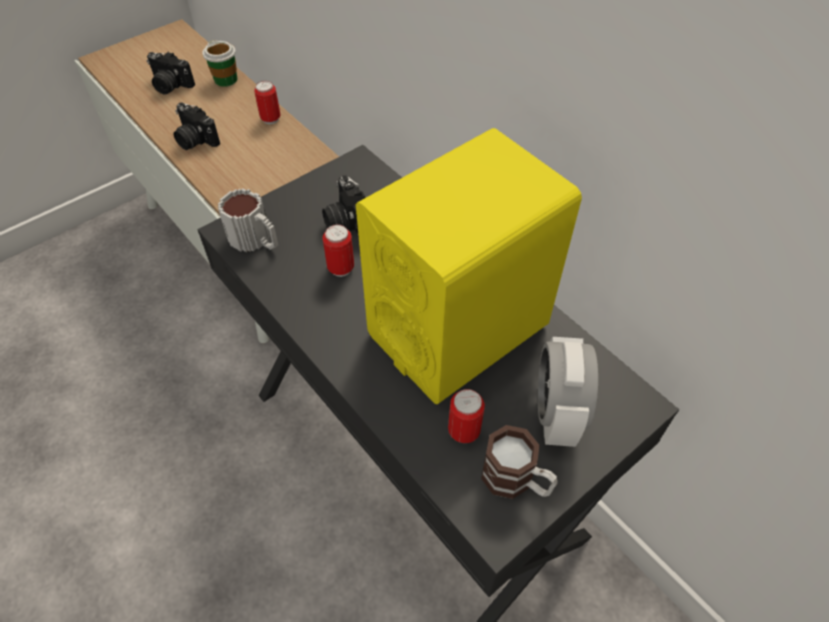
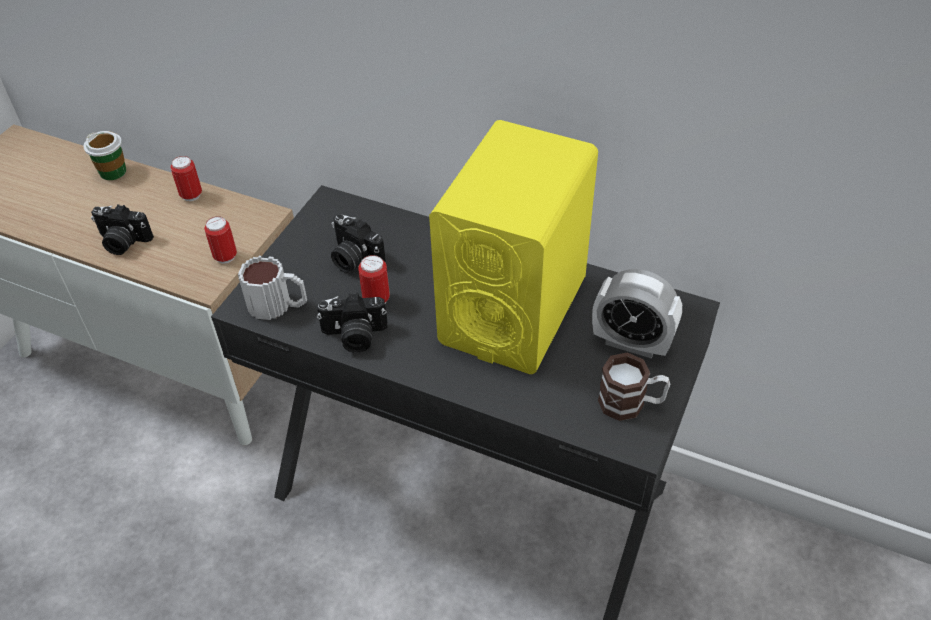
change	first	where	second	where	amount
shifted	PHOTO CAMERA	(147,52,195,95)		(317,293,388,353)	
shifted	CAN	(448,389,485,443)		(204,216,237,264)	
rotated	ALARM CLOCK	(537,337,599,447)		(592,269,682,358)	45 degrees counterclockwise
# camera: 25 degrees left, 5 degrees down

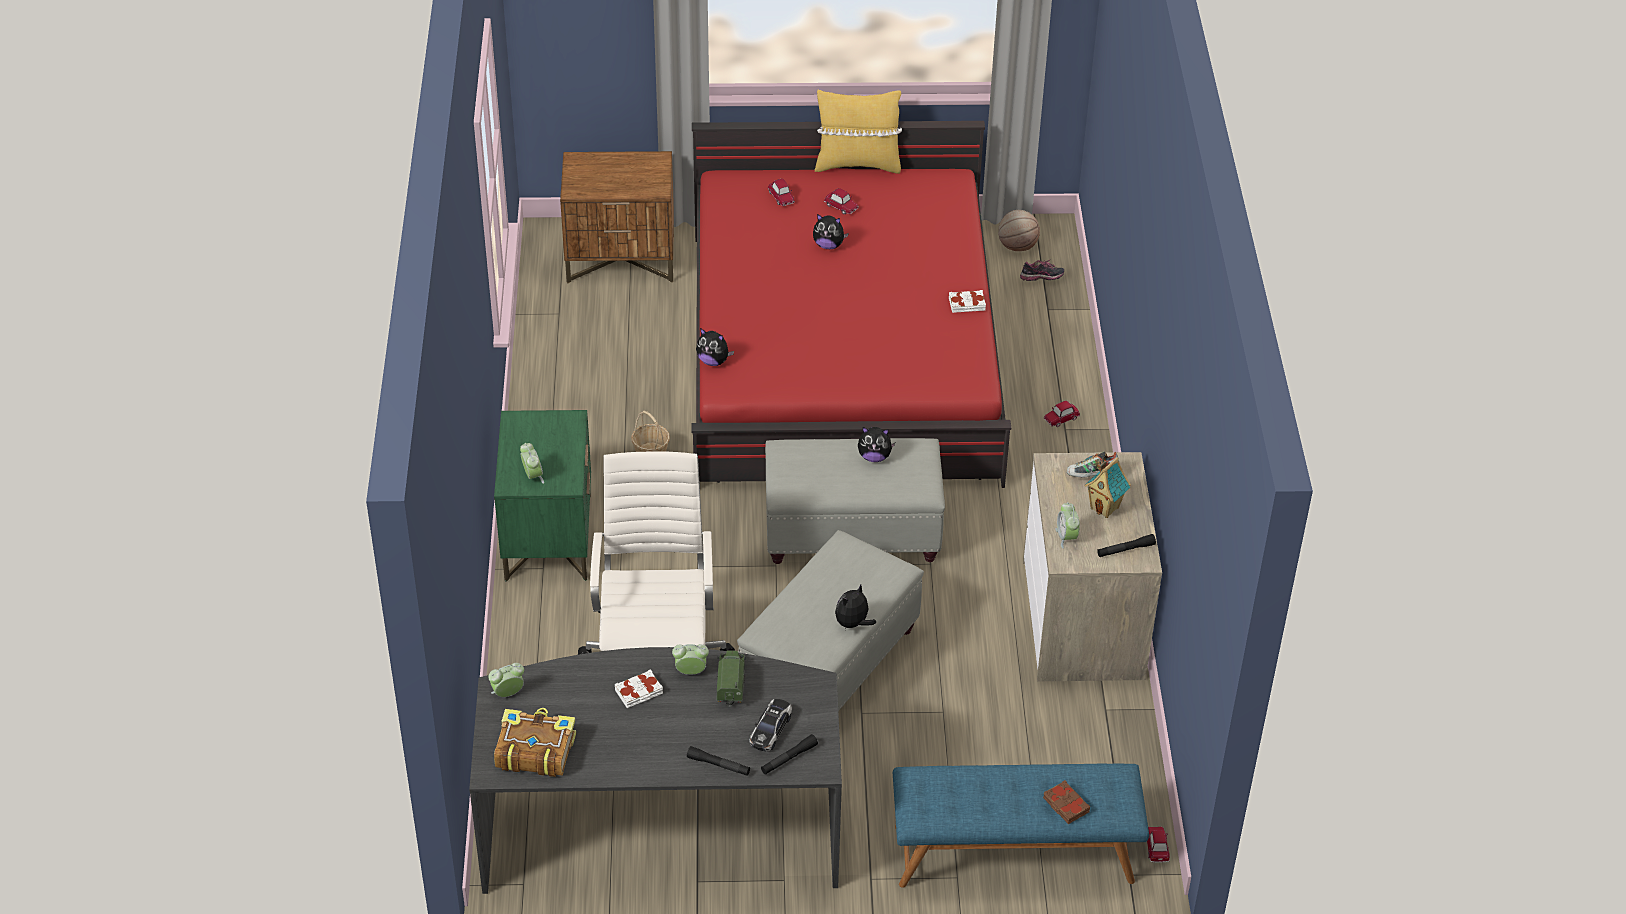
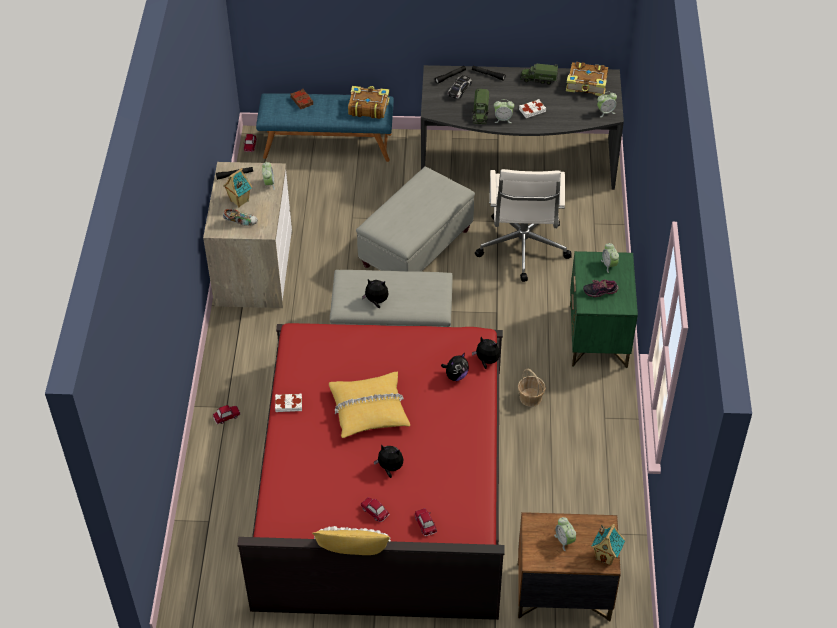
change	first	where	second	where	amount
gone	BASKETBALL	(998,210,1040,251)			
new			YELLOW PILLOW	(329,372,410,438)	
new			BOOK	(348,86,390,119)	
new			TOY TRUCK	(520,64,558,85)	
new			ALARM CLOCK	(554,517,576,551)	
new			TOY HOUSE	(591,524,625,566)	
shifted	PLUSH TOY	(835,584,876,629)		(441,353,469,381)	
shifted	SHOE	(1020,260,1064,281)		(583,279,618,297)	
# camera: 175 degrees left, 5 degrees up

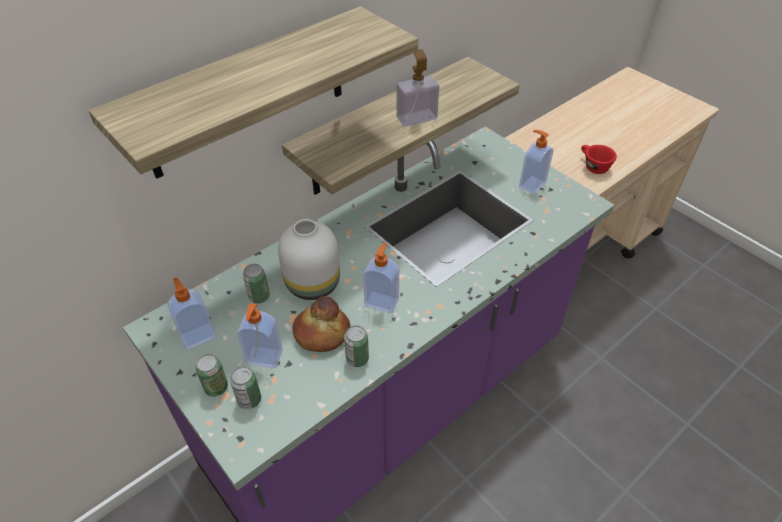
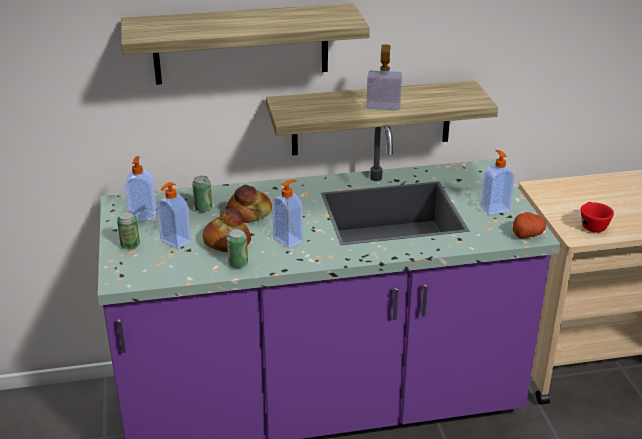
change	first	where	second	where	amount
gone	CAN	(230,366,261,409)			
new			POTATO	(513,212,546,238)	
swapped	WHITE VASE	(278,219,340,300)	BREAD	(226,185,272,223)	
# camera: 30 degrees right, 15 degrees down

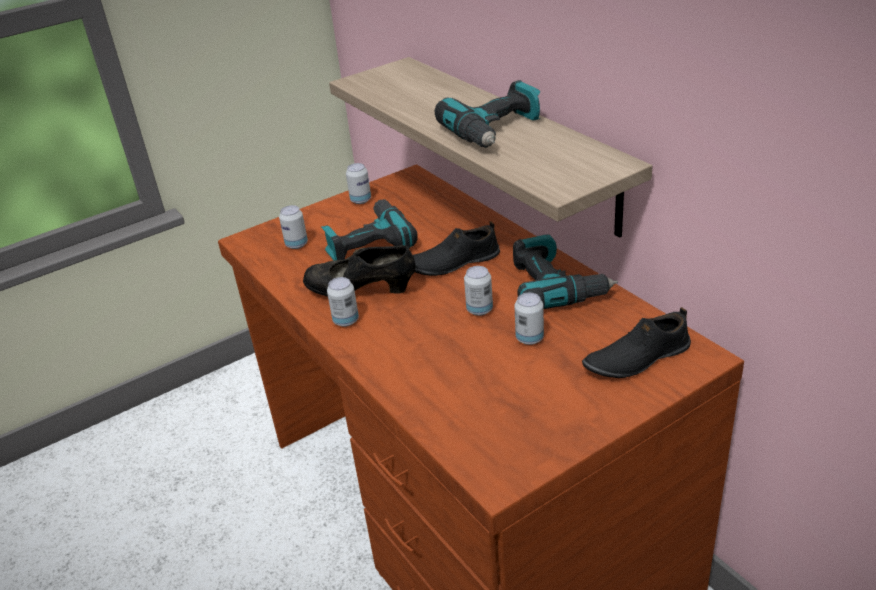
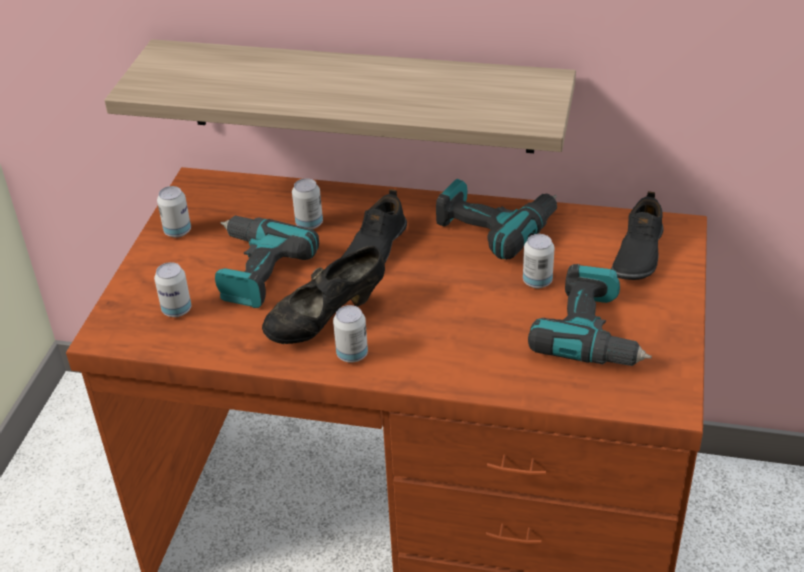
change	first	where	second	where	amount
shifted	POWER DRILL	(435,80,540,148)		(528,264,652,366)	
shifted	CAN	(464,266,493,316)		(292,178,323,229)	
# camera: 45 degrees left, 5 degrees up

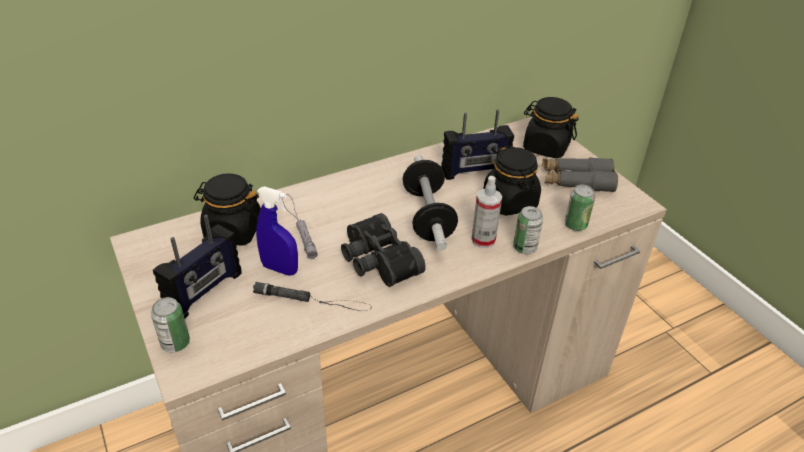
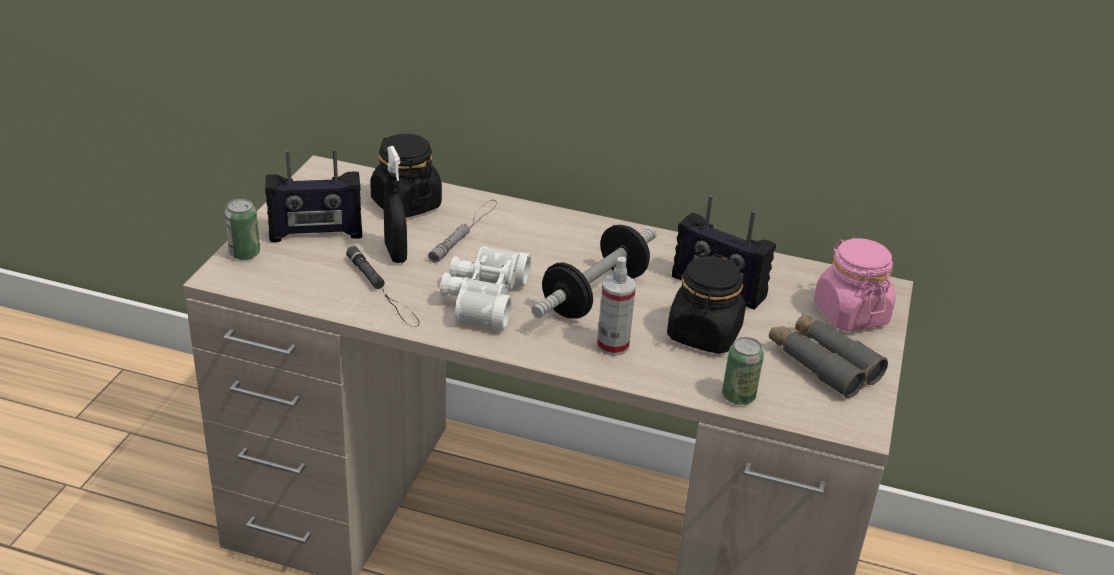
change	first	where	second	where	amount
gone	CAN	(513,206,543,254)			
repainted	BLUE SPRAY BOTTLE	(256,186,298,276)	BLACK SPRAY BOTTLE	(384,146,407,263)	
repainted	BLACK BINOCULARS	(341,213,426,287)	WHITE BINOCULARS	(440,246,531,330)	
repainted	BLACK JAR	(523,97,579,158)	PINK JAR	(813,238,896,331)	
# camera: 45 degrees right, 5 degrees down

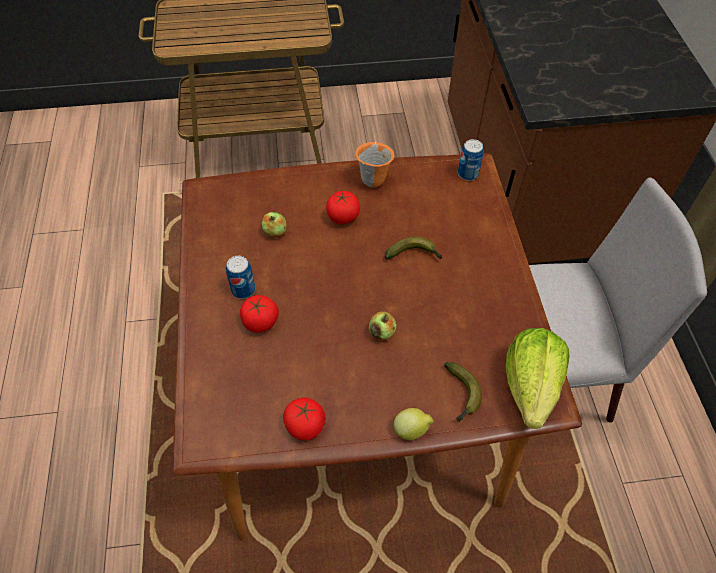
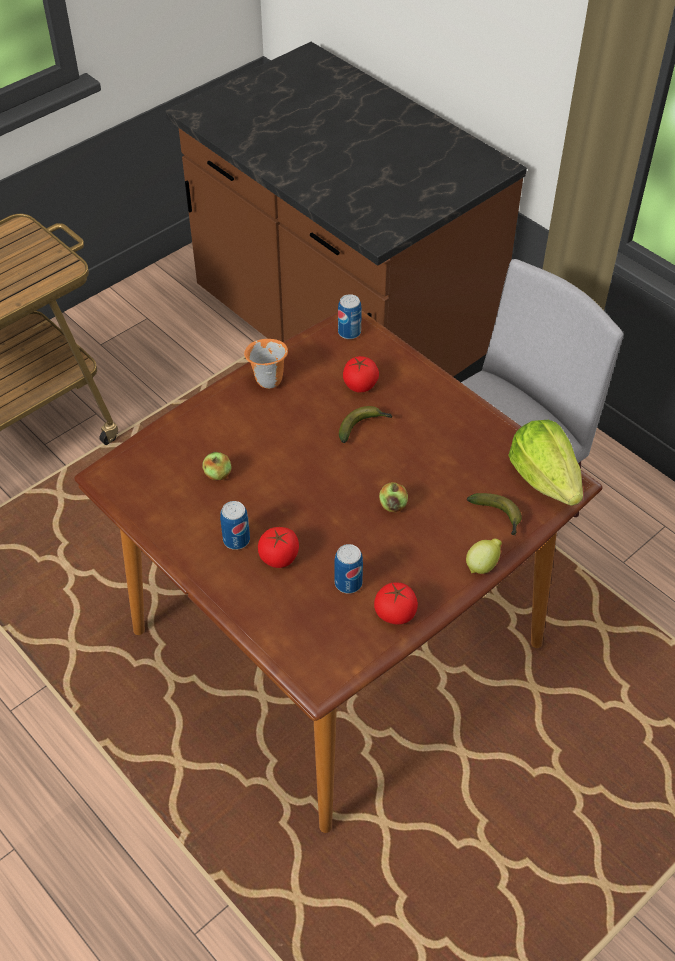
change	first	where	second	where	amount
new			CAN	(335,544,363,594)	
shifted	TOMATO	(326,191,360,224)		(343,356,379,393)	
# camera: 35 degrees left, 5 degrees down

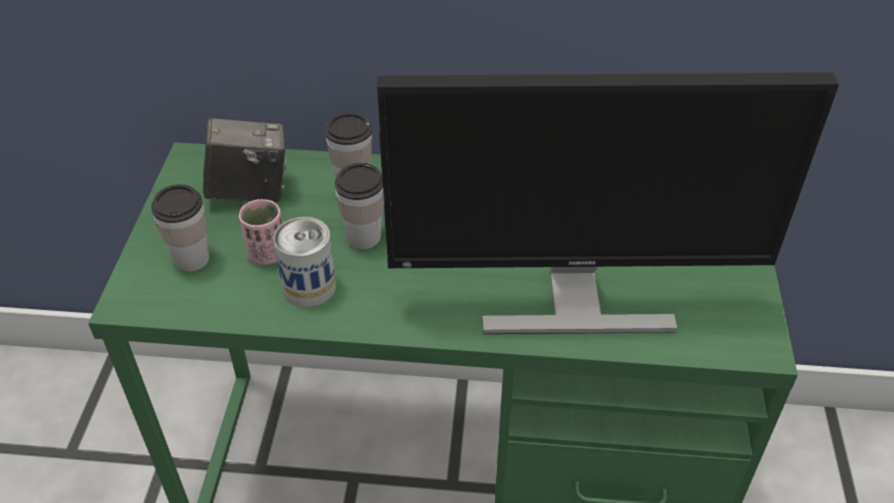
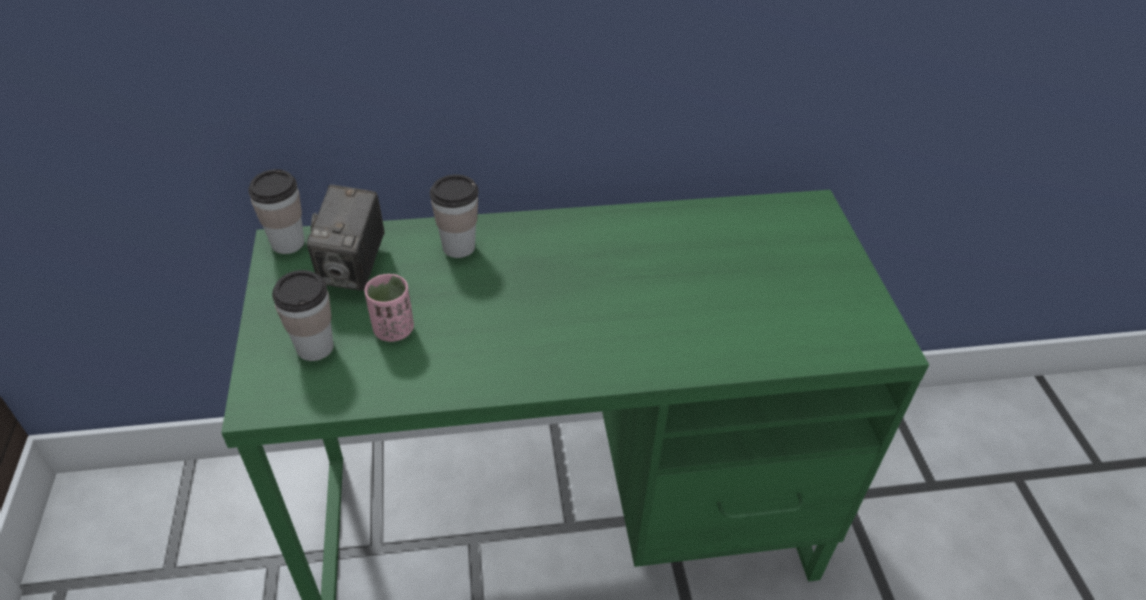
change	first	where	second	where	amount
gone	CAN	(274,217,336,307)			
gone	MONITOR	(376,73,839,334)			
shifted	CUP	(335,163,384,249)		(248,169,305,254)	
rotated	PHOTO CAMERA	(203,117,286,202)		(307,185,385,291)	120 degrees clockwise
# camera: 15 degrees left, 0 degrees up

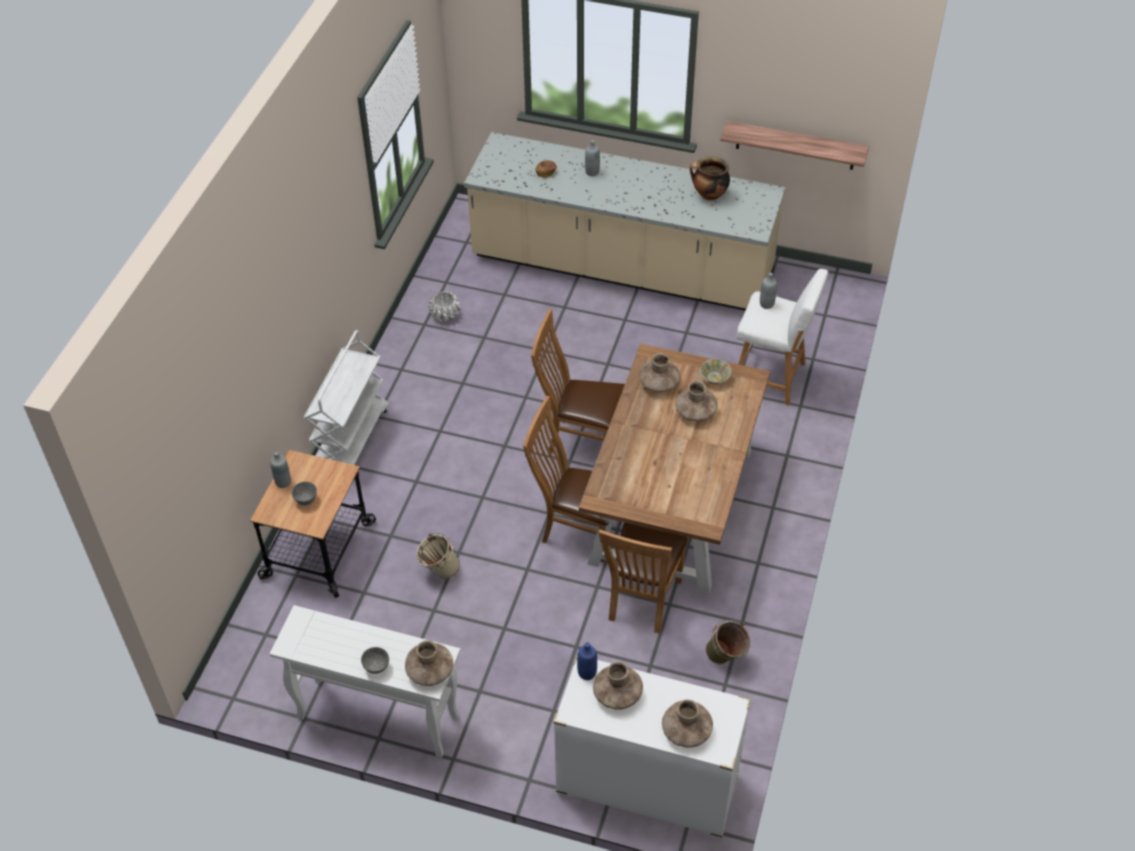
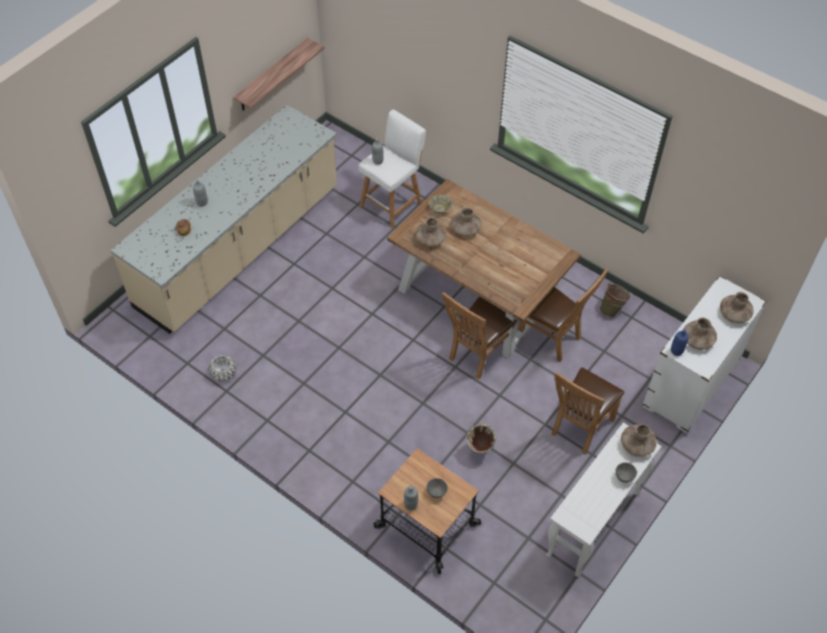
change	first	where	second	where	amount
gone	WHITE CART	(304,330,388,465)			
gone	COOKING POT	(690,156,730,201)			
shifted	BROWN CHAIR	(531,309,625,454)		(552,367,624,455)	
# camera: 70 degrees left, 5 degrees up

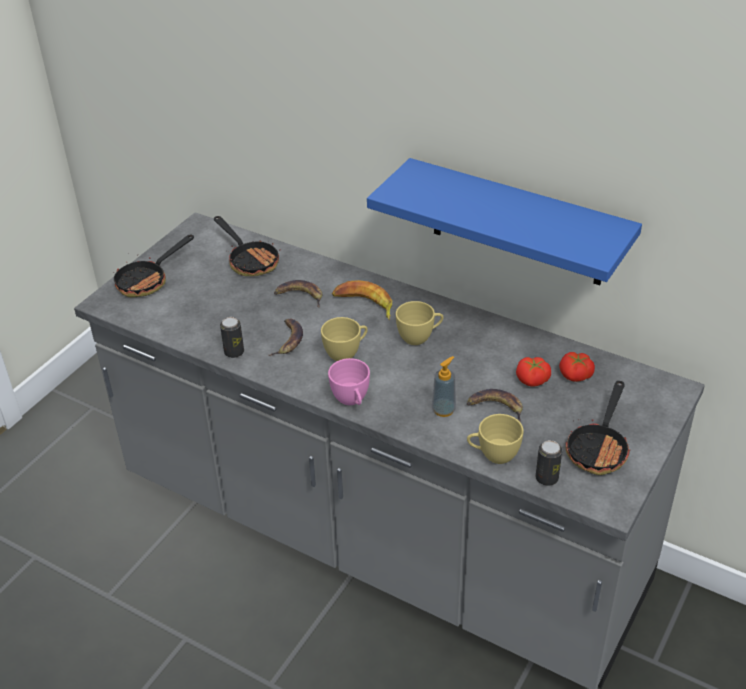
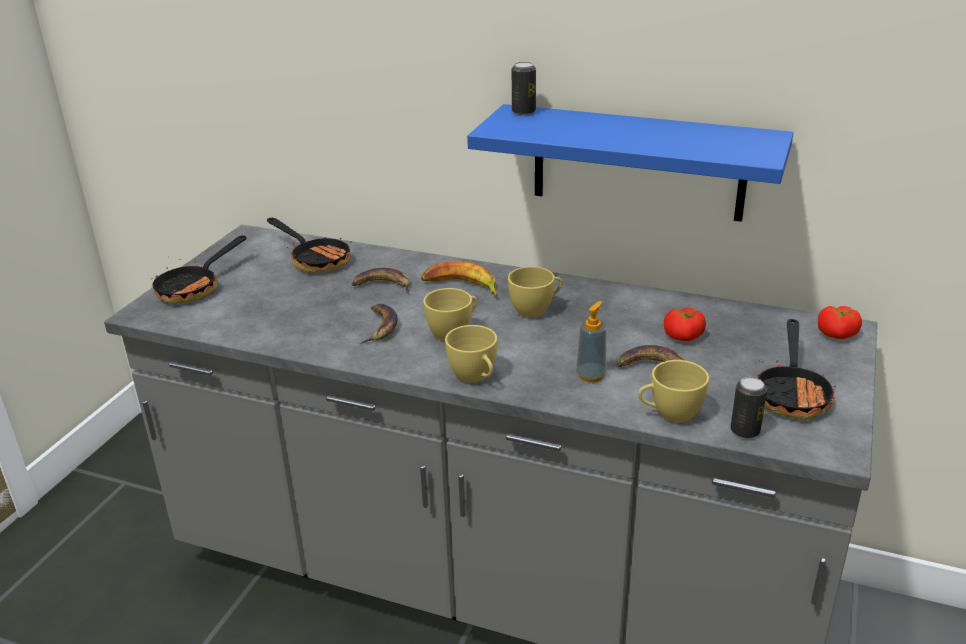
change	first	where	second	where	amount
shifted	CAN	(220,317,244,358)		(512,62,536,115)	
shifted	TOMATO	(559,352,595,382)		(818,306,862,339)	
repainted	PINK CUP	(328,358,370,405)	YELLOW CUP	(445,325,497,383)	
# camera: 10 degrees left, 10 degrees down

